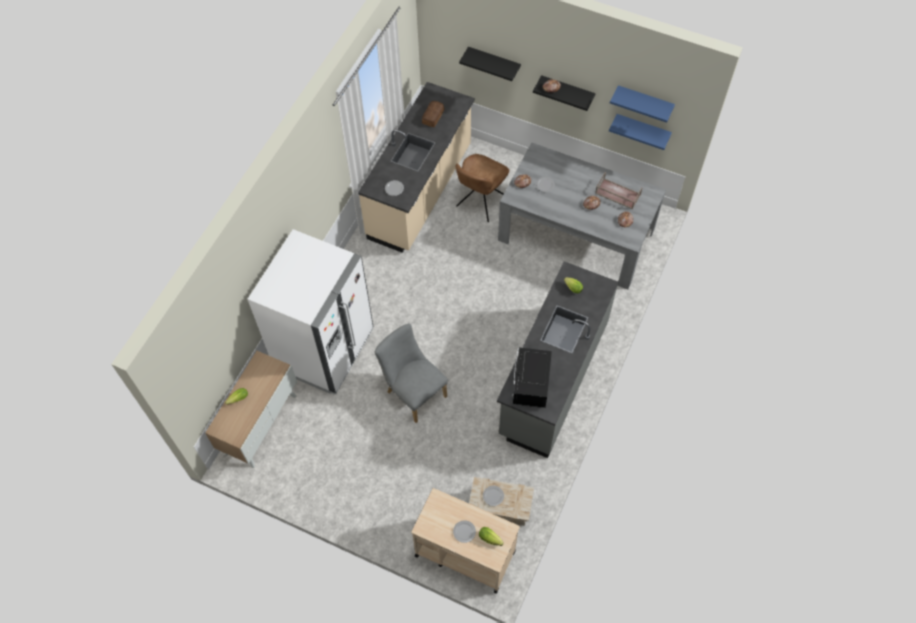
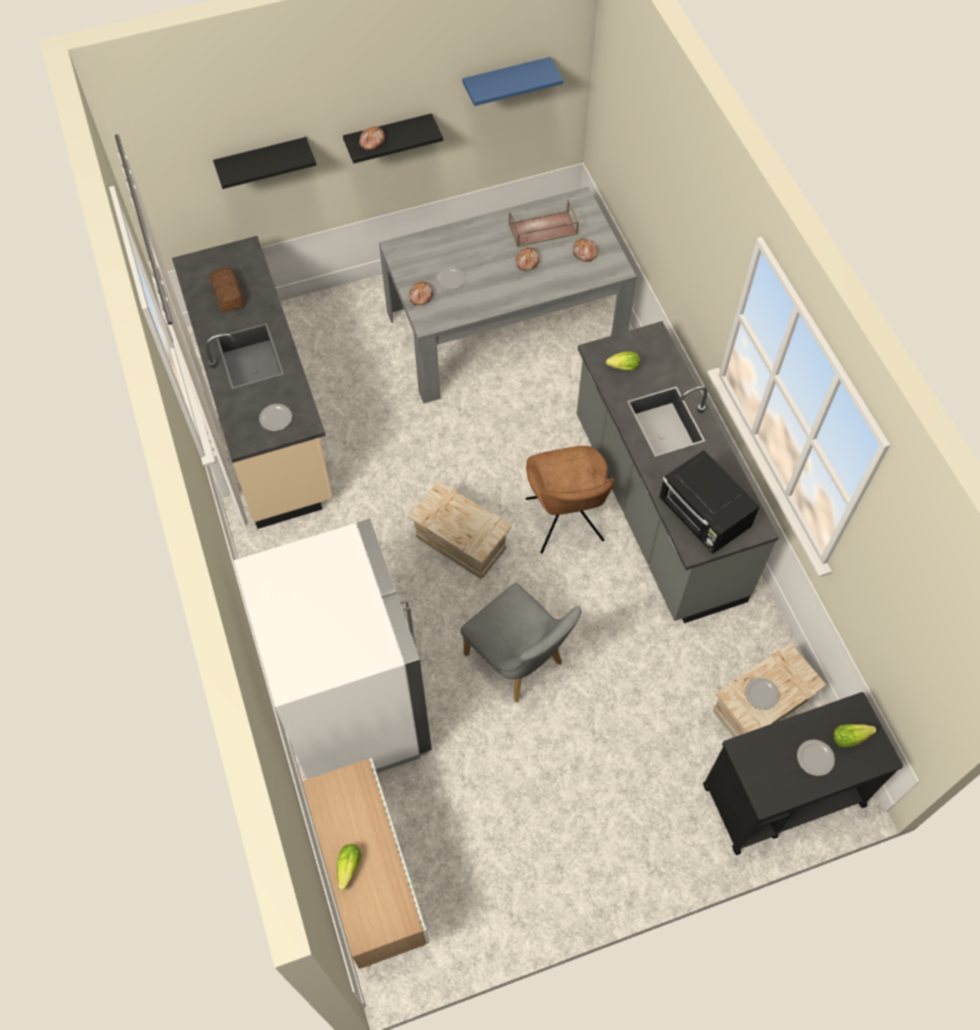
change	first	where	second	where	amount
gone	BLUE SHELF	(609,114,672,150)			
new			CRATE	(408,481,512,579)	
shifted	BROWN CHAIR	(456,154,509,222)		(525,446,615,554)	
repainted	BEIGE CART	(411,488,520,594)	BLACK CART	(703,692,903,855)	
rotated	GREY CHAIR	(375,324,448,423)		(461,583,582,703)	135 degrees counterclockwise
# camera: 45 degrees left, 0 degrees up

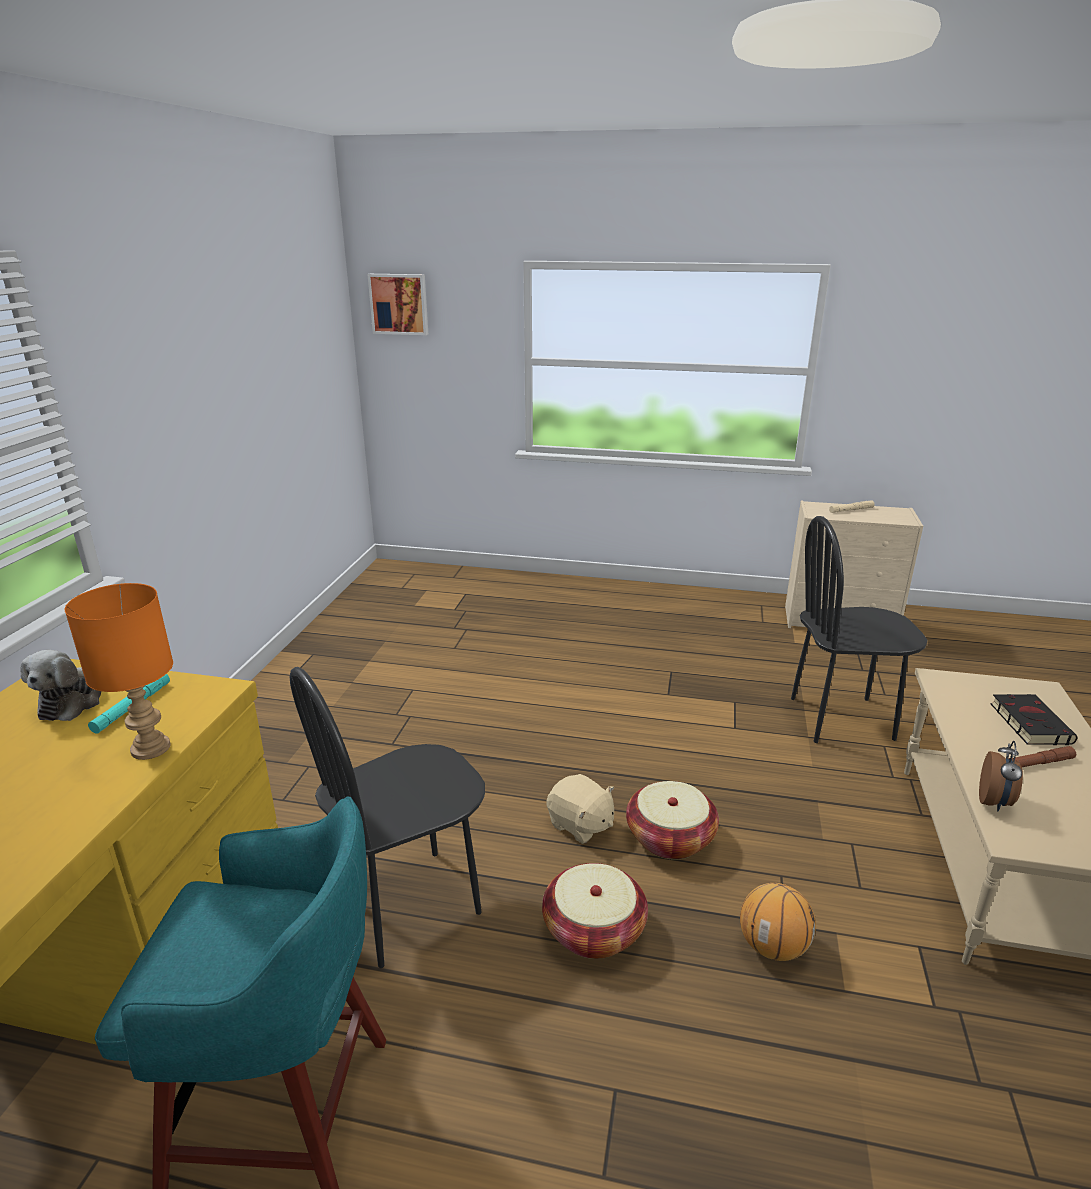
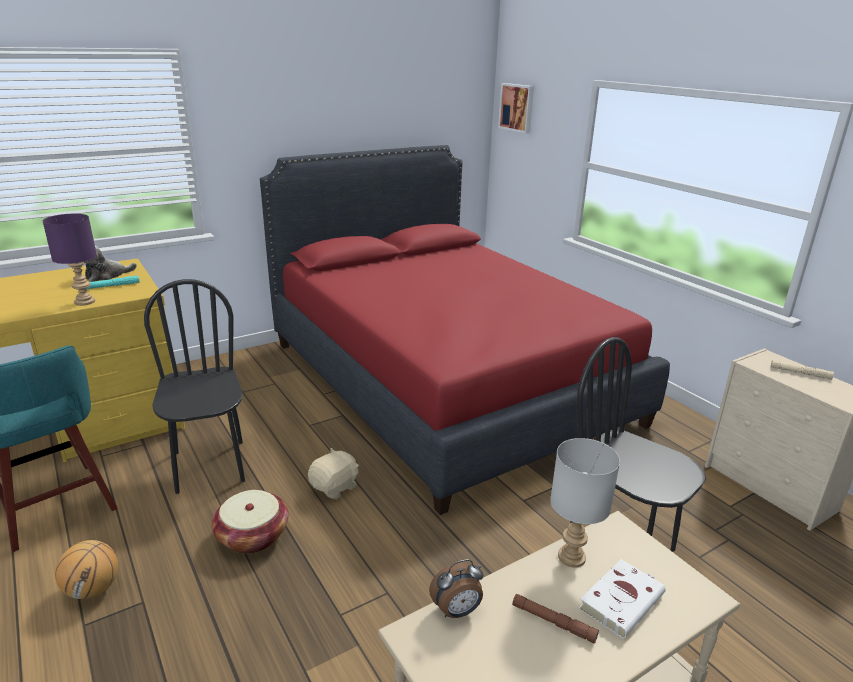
change	first	where	second	where	amount
gone	BASKET	(626,781,719,859)			
new			RED BED	(260,145,670,515)	
new			GREY TABLE LAMP	(550,438,620,568)	
shifted	BASKETBALL	(740,883,816,961)		(55,540,118,599)	
repainted	ORANGE TABLE LAMP	(64,583,173,760)	PURPLE TABLE LAMP	(43,214,97,306)	
repainted	BLACK BOOK	(990,694,1077,745)	WHITE BOOK	(579,559,666,639)	
rotated	BLACK CHAIR	(290,667,485,968)		(144,279,245,494)	60 degrees clockwise
rotated	BEIGE PLUSH TOY	(546,774,614,844)		(308,448,359,499)	135 degrees counterclockwise
# camera: 45 degrees right, 0 degrees up

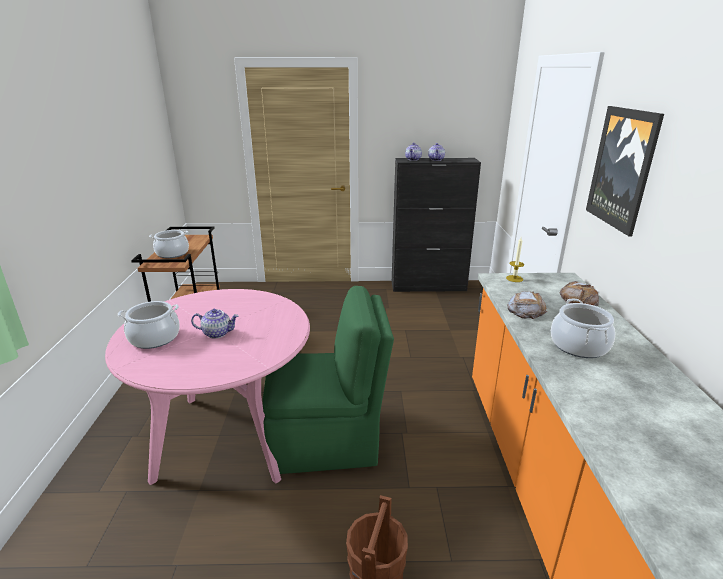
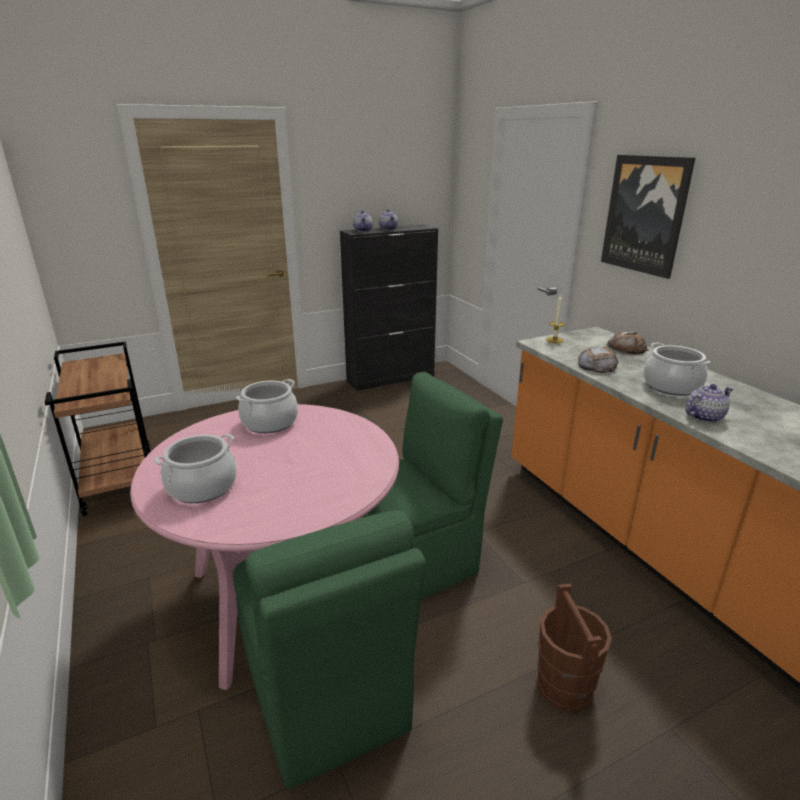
change	first	where	second	where	amount
new			GREEN CHAIR	(233,510,426,789)	
shifted	COOKING POT	(149,230,189,258)		(236,379,298,433)	
shifted	TEAPOT	(191,309,239,339)		(685,384,733,423)	
# camera: 25 degrees left, 0 degrees up

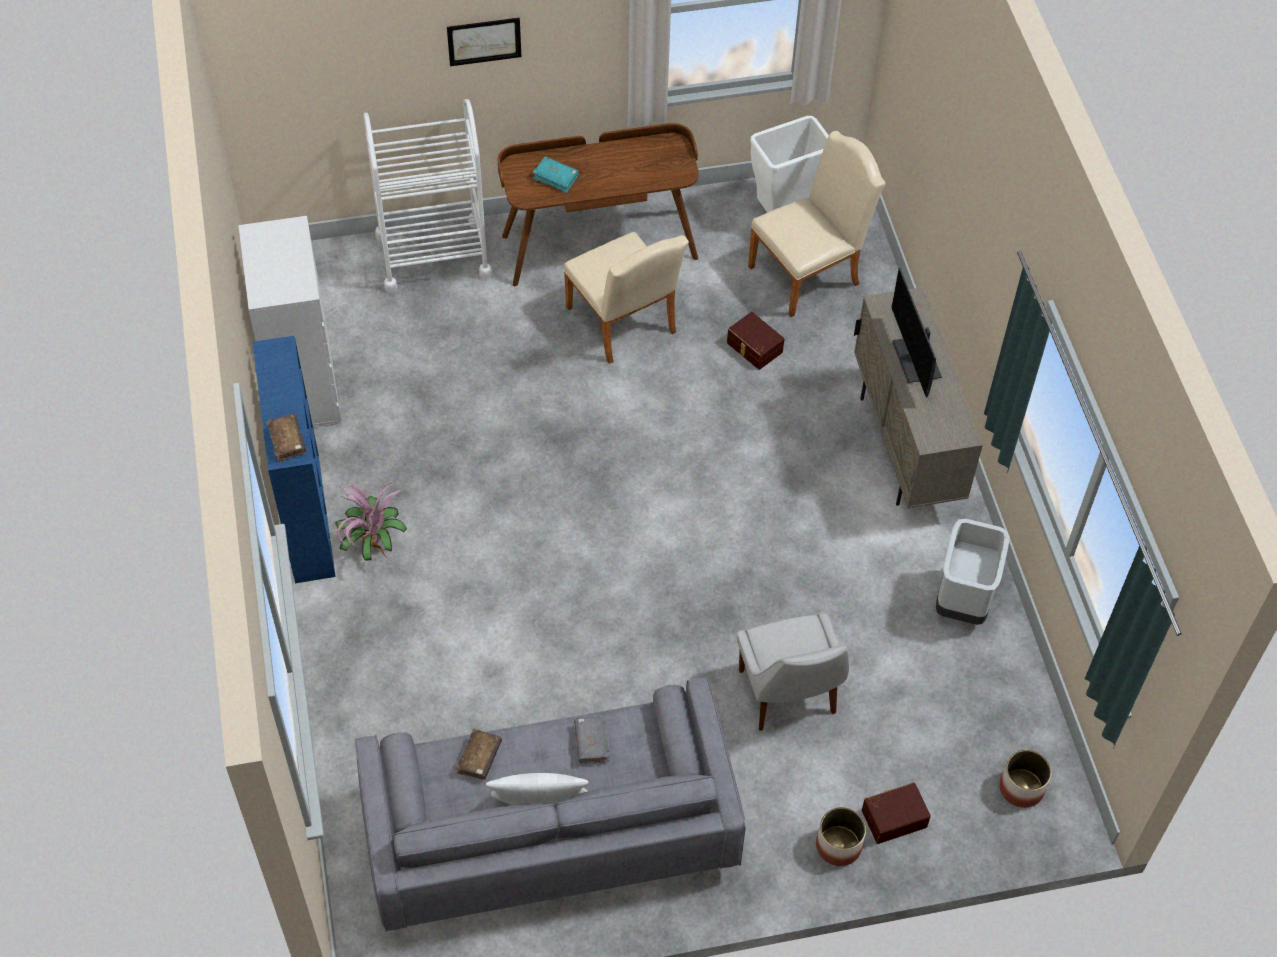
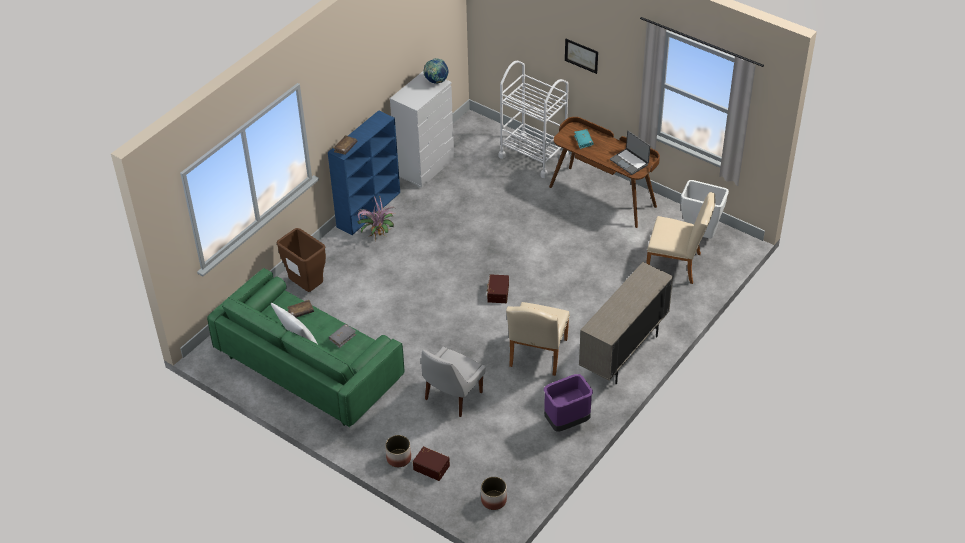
change	first	where	second	where	amount
gone	MONITOR	(891,268,942,398)			
new			BROWN TRASH CAN	(276,228,326,292)	
new			GLOBE	(423,58,448,84)	
new			LAPTOP	(610,131,650,175)	
shifted	BEIGE CHAIR	(563,232,689,364)		(506,302,570,376)	
shifted	BROWN STORAGE BOX	(727,312,784,370)		(487,274,509,303)	
repainted	GREY SOFA	(355,677,745,932)	GREEN SOFA	(207,268,404,427)	
repainted	GREY TRASH CAN	(936,519,1009,625)	PURPLE TRASH CAN	(544,374,593,432)	
# camera: 50 degrees right, 10 degrees down

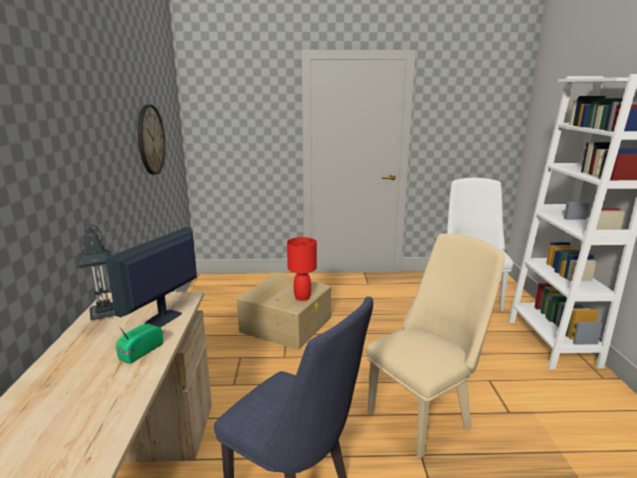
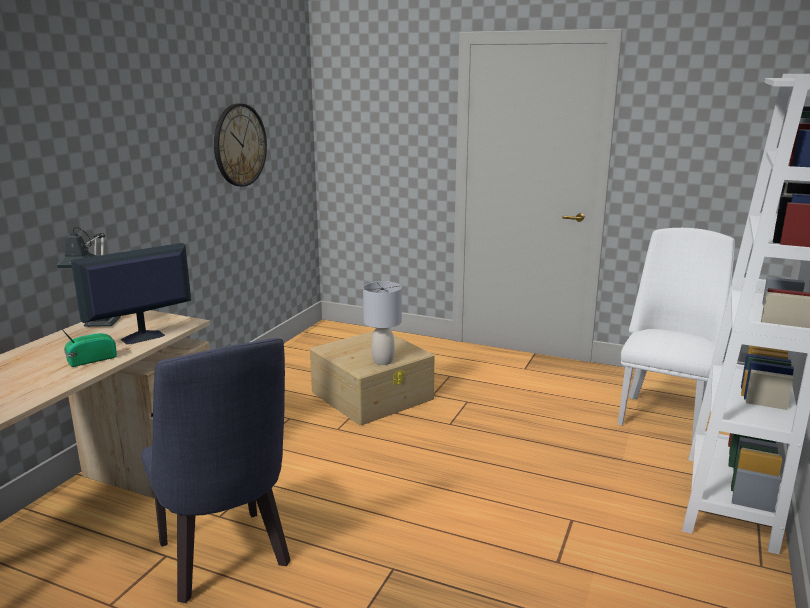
change	first	where	second	where	amount
gone	BEIGE CHAIR	(366,233,505,459)			
repainted	RED TABLE LAMP	(287,237,317,301)	GREY TABLE LAMP	(363,281,402,365)	
# camera: 25 degrees right, 0 degrees up

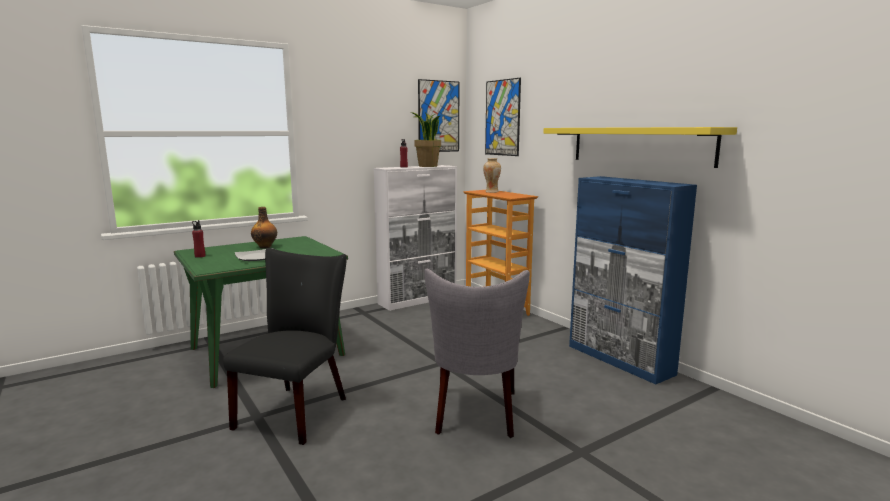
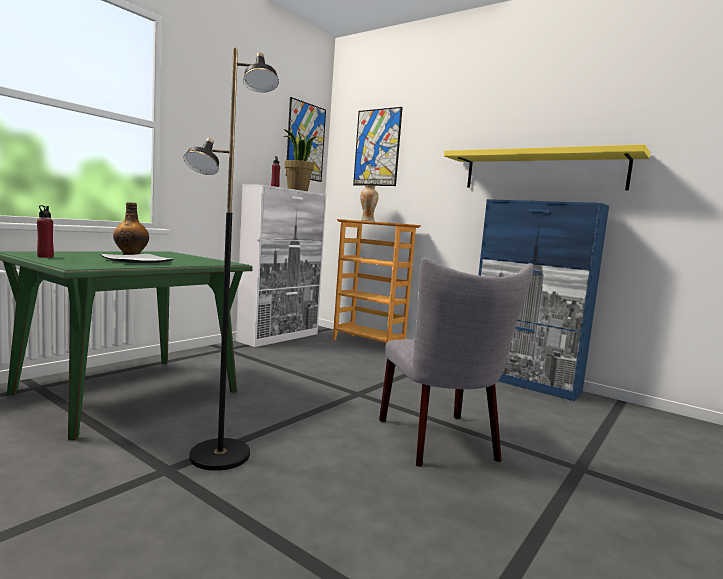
change	first	where	second	where	amount
swapped	BLACK CHAIR	(223,248,346,445)	BLACK FLOOR LAMP	(184,48,279,471)	
# camera: 20 degrees left, 5 degrees down

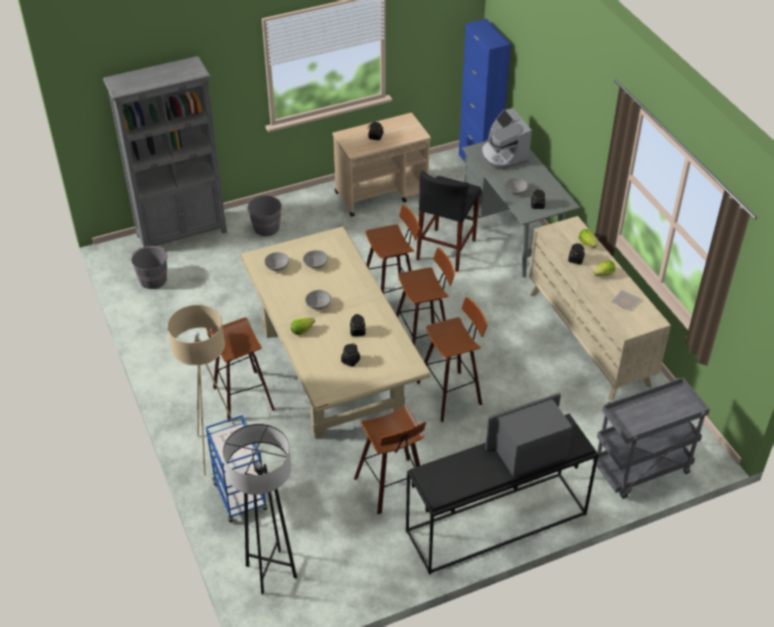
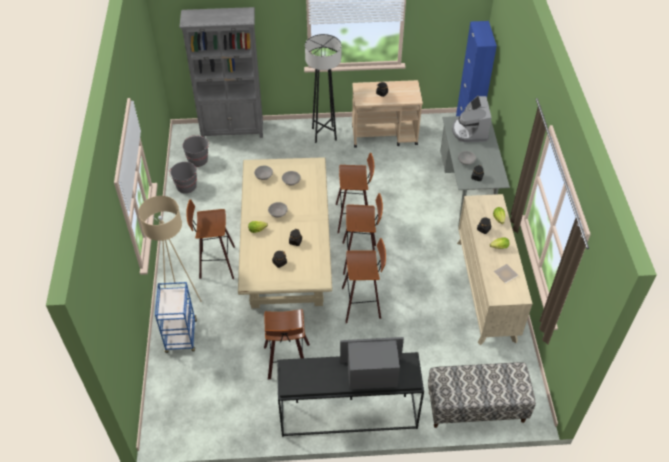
change	first	where	second	where	amount
gone	BLACK STOOL	(416,171,481,272)			
shifted	GREY FLOOR LAMP	(223,424,297,595)		(305,34,342,143)	
shifted	GREY BUCKET	(247,196,282,236)		(169,162,197,194)	
swapped	GREY CART	(592,377,710,499)	BENCH	(428,362,536,428)	
# camera: 20 degrees right, 5 degrees up

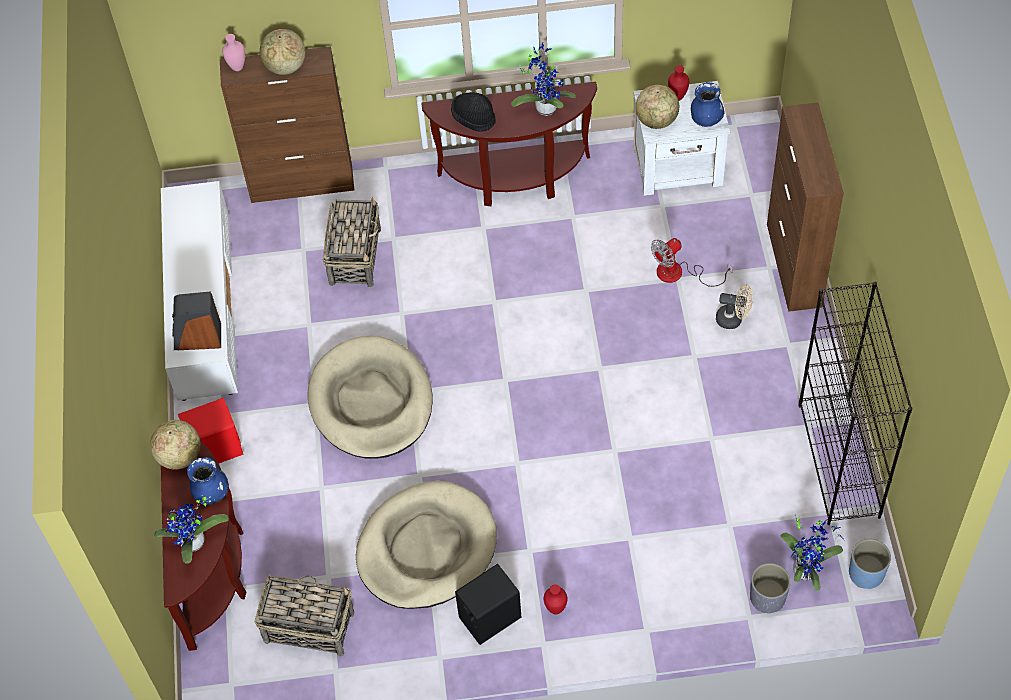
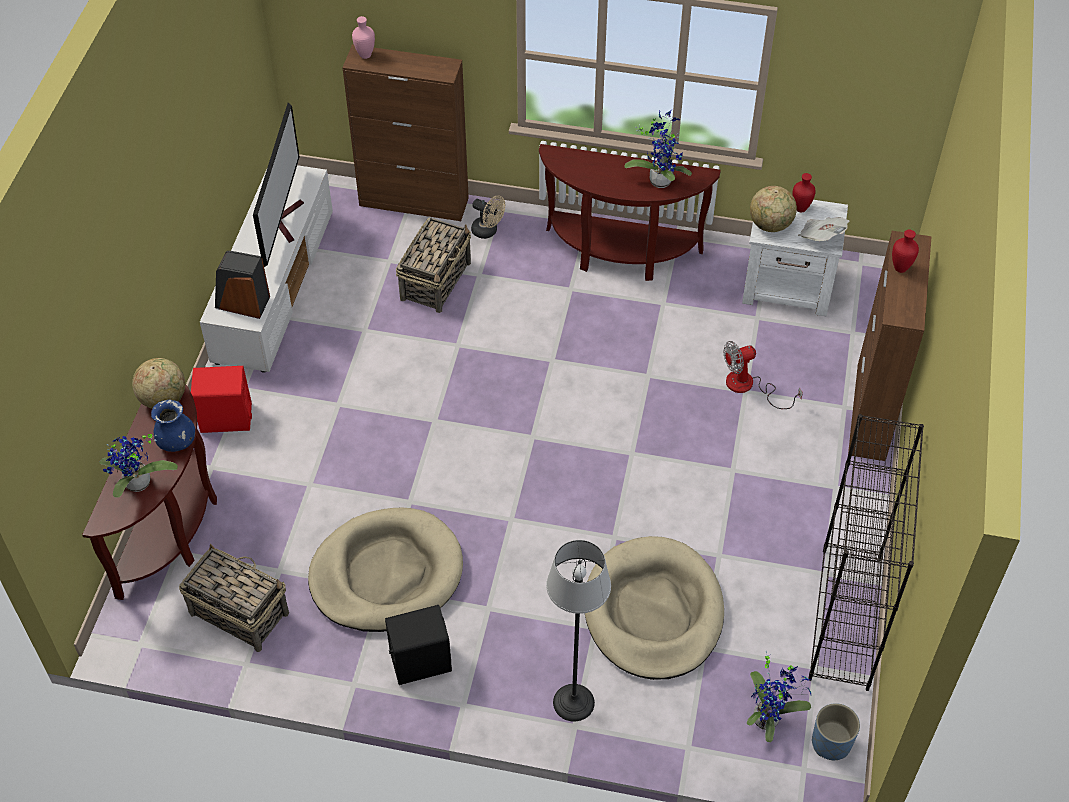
change	first	where	second	where	amount
gone	GLOBE	(260,29,306,75)			
gone	BLACK HAT	(451,92,496,132)			
gone	GREY PLANTER	(750,563,791,613)			
new			TELEVISION	(253,103,304,267)	
new			FLOOR LAMP	(546,540,611,722)	
shifted	BEIGE DOG BED	(307,336,433,459)		(585,536,724,680)	
shifted	RED VASE	(544,584,567,615)		(892,230,919,273)	
shifted	BEIGE FAN	(716,285,753,329)		(471,195,505,239)	
swapped	BLUE VASE	(691,82,724,127)	NEWSPAPER	(798,217,850,241)	
# camera: 15 degrees right, 5 degrees down

